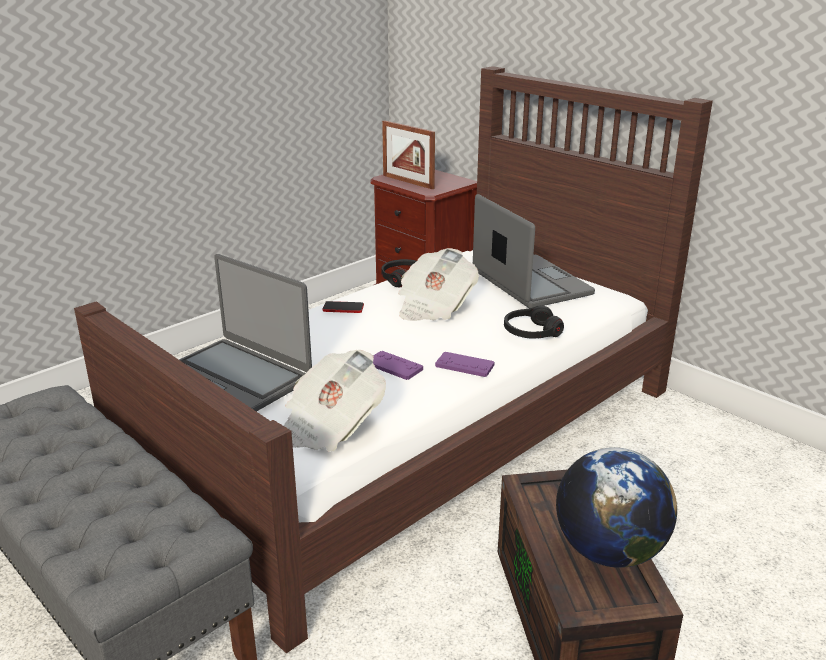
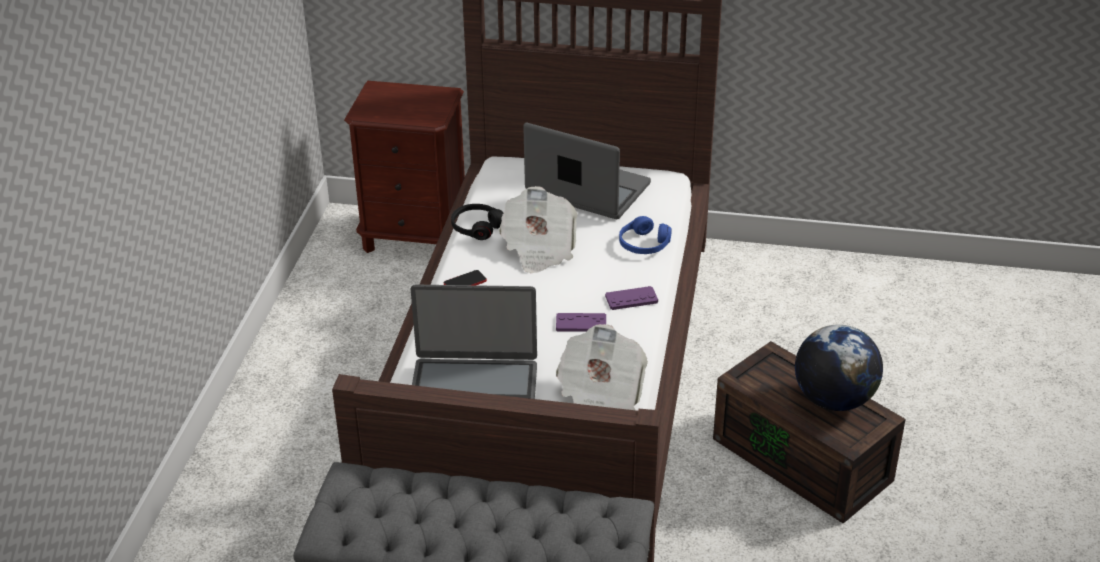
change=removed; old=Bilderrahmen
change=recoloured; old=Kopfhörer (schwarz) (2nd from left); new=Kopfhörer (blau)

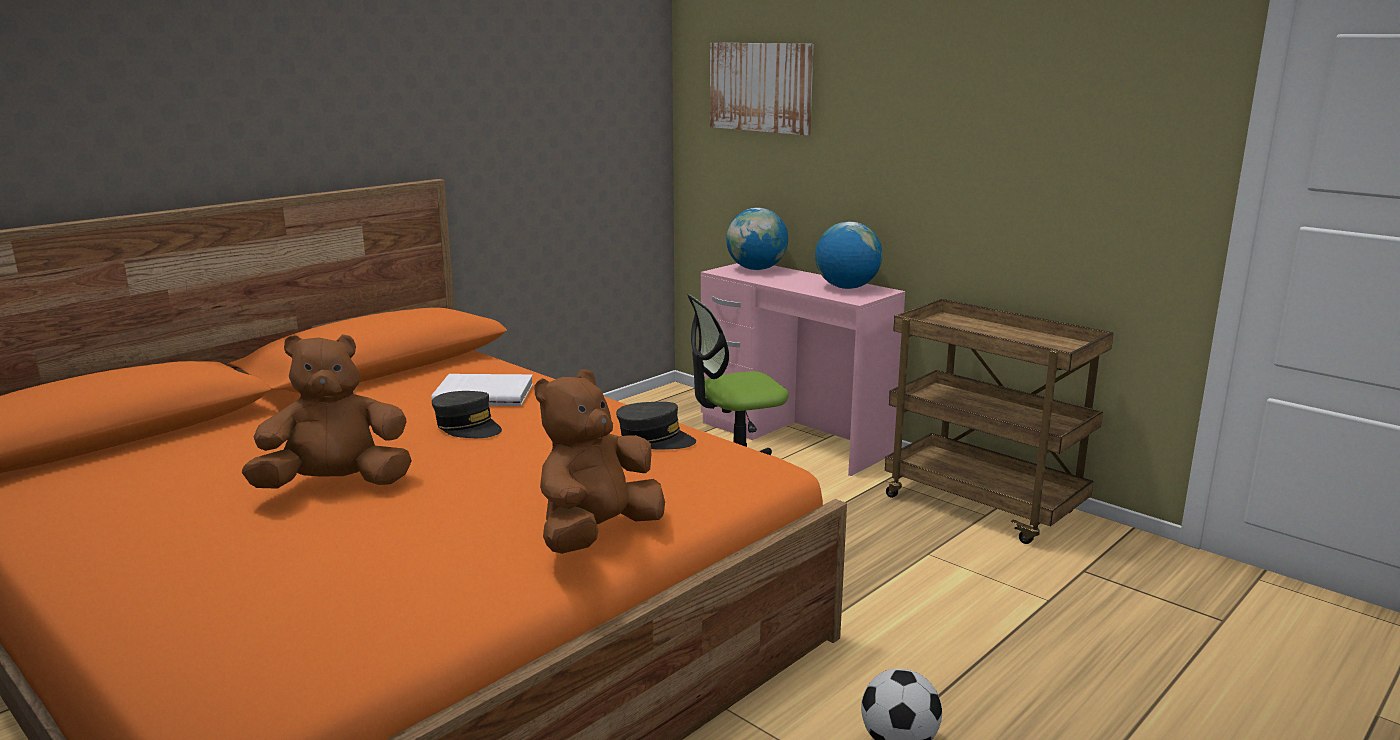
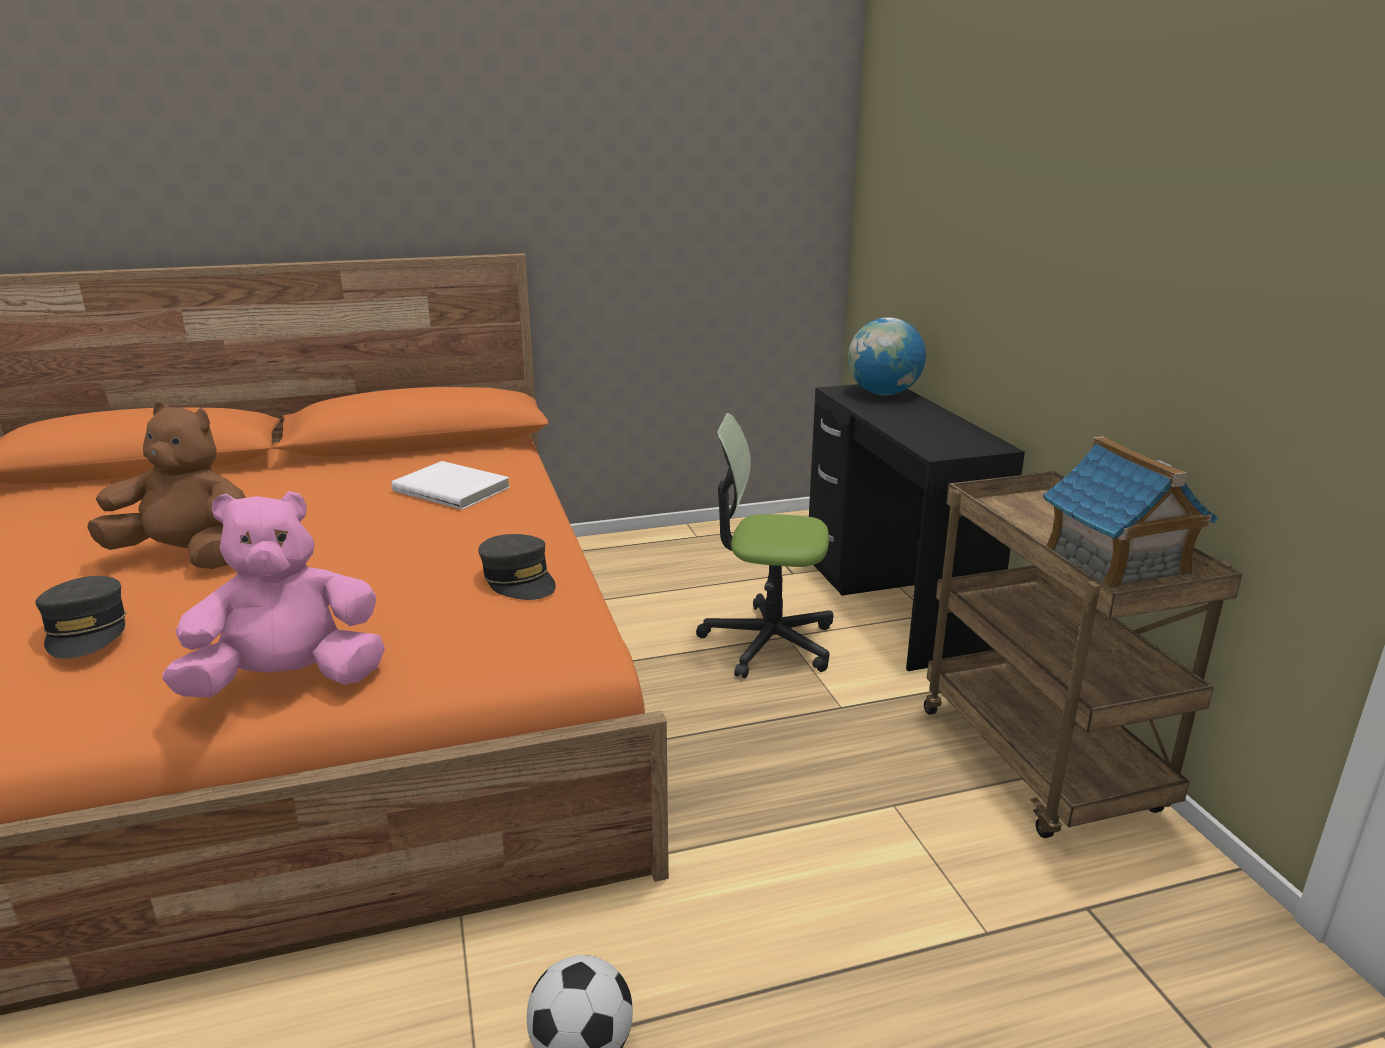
change=removed; old=Bild
change=removed; old=Globus (2nd from left)
change=recoloured; old=Schreibtisch (rosa); new=Schreibtisch (schwarz)
change=recoloured; old=Plüschtier (braun) (2nd from left); new=Plüschtier (rosa)
change=moved; old=Kappe (grau) (1st from left)
change=added; new=Spielzeughaus

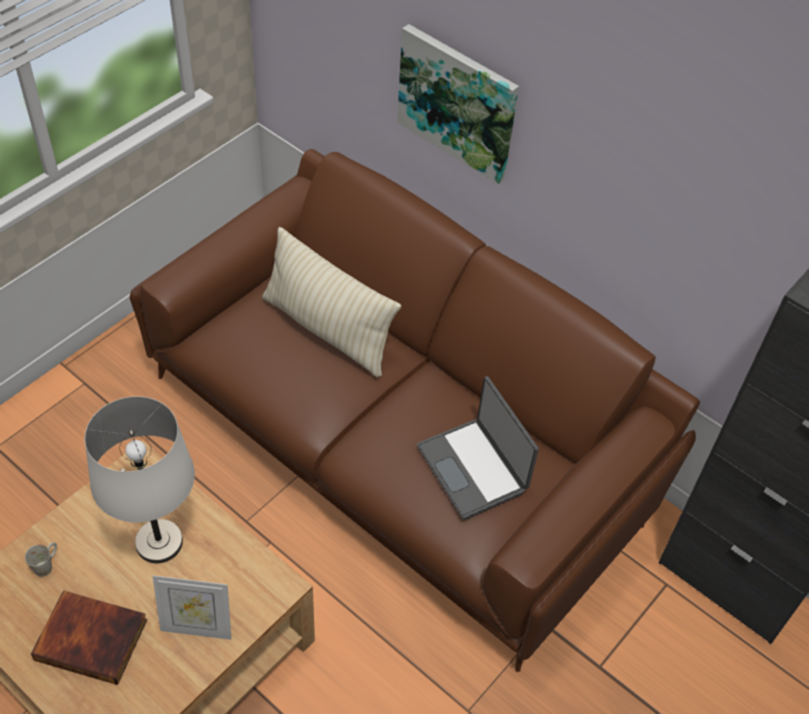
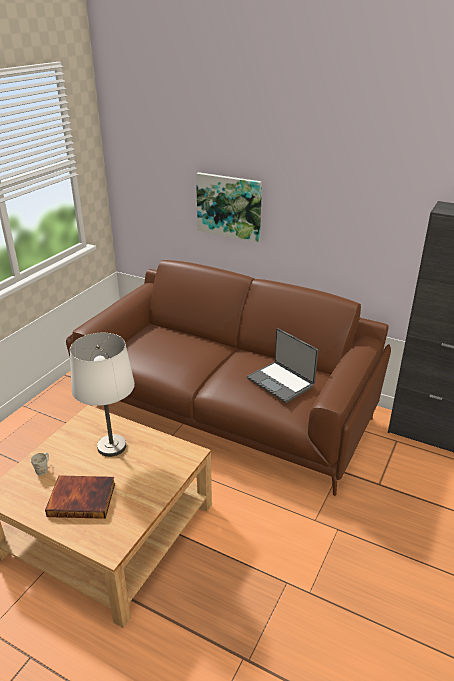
change=removed; old=Kissen (beige)
change=removed; old=Bilderrahmen

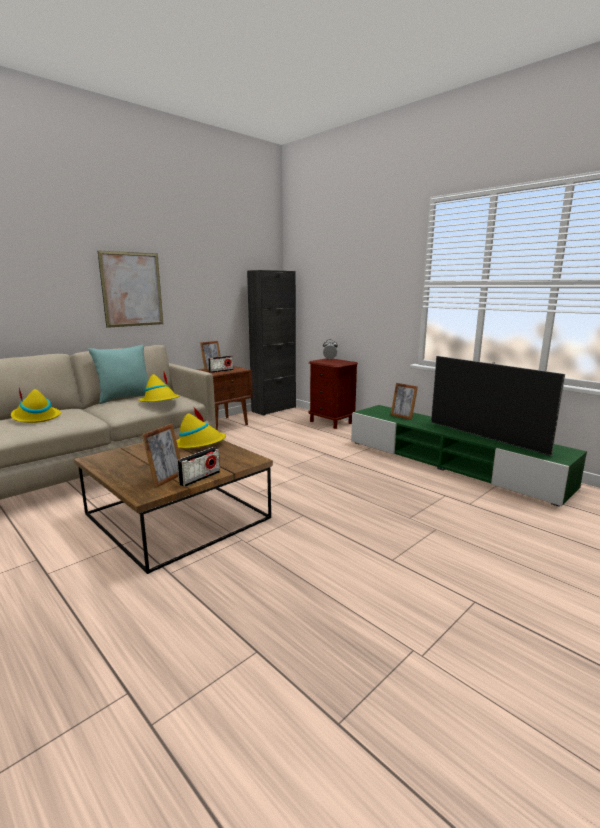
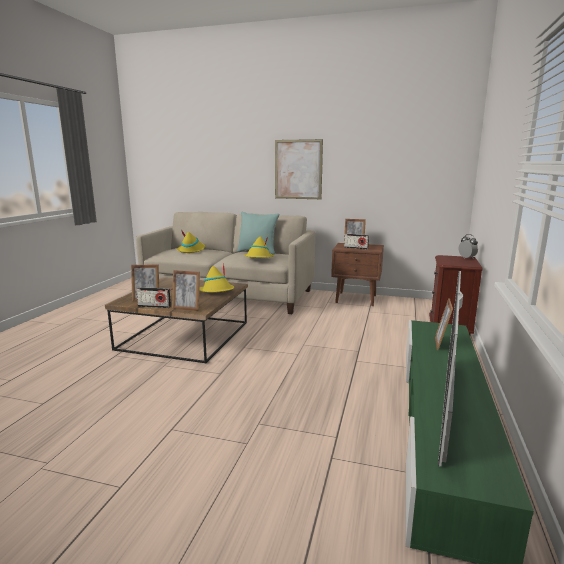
change=removed; old=Schrank (schwarz)
change=added; new=Bilderrahmen (2nd from left)

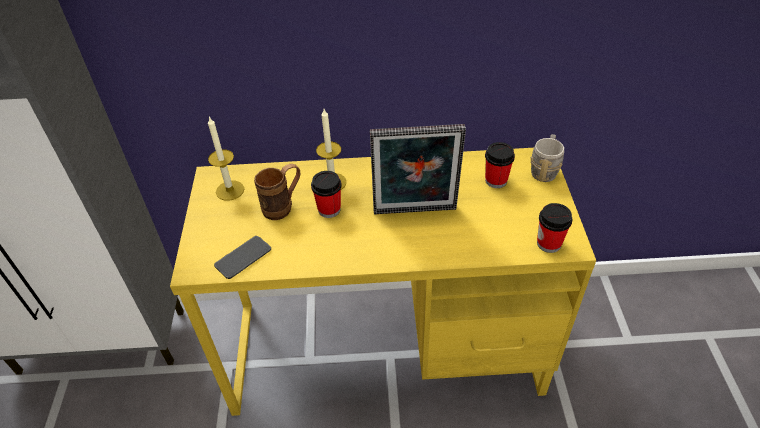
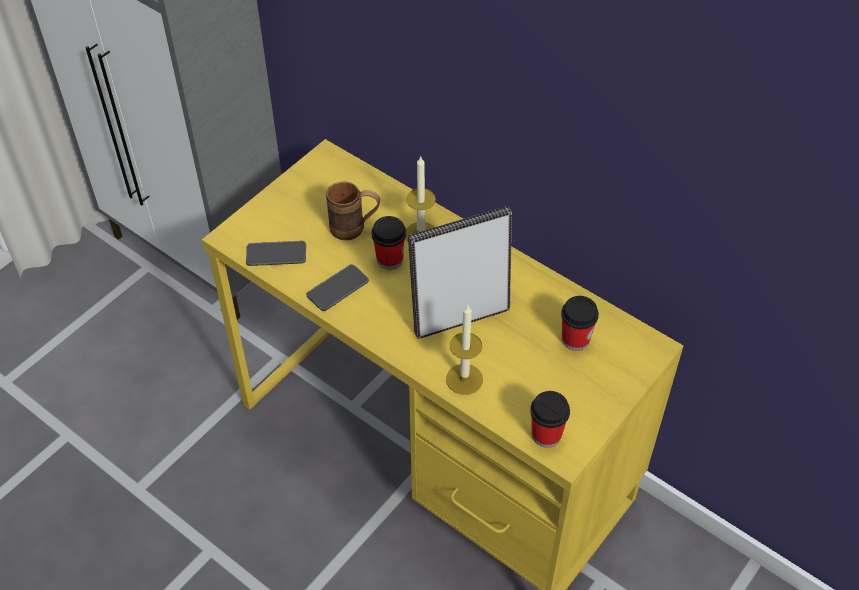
change=moved; old=Kerze (1st from left in the first image); new=Kerze (2nd from left)
change=turned; old=Bilderrahmen; degrees=120
change=removed; old=Henkelbecher (grau)
change=added; new=Handy (2nd from left)

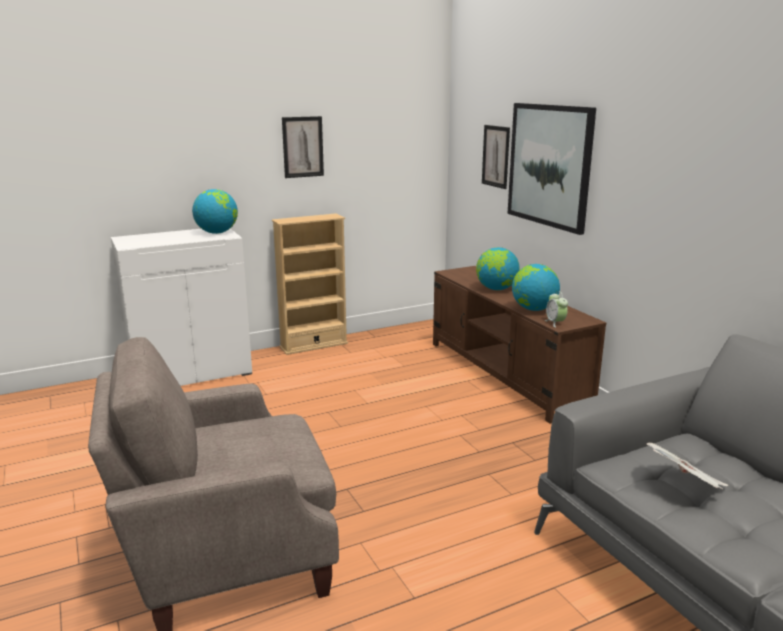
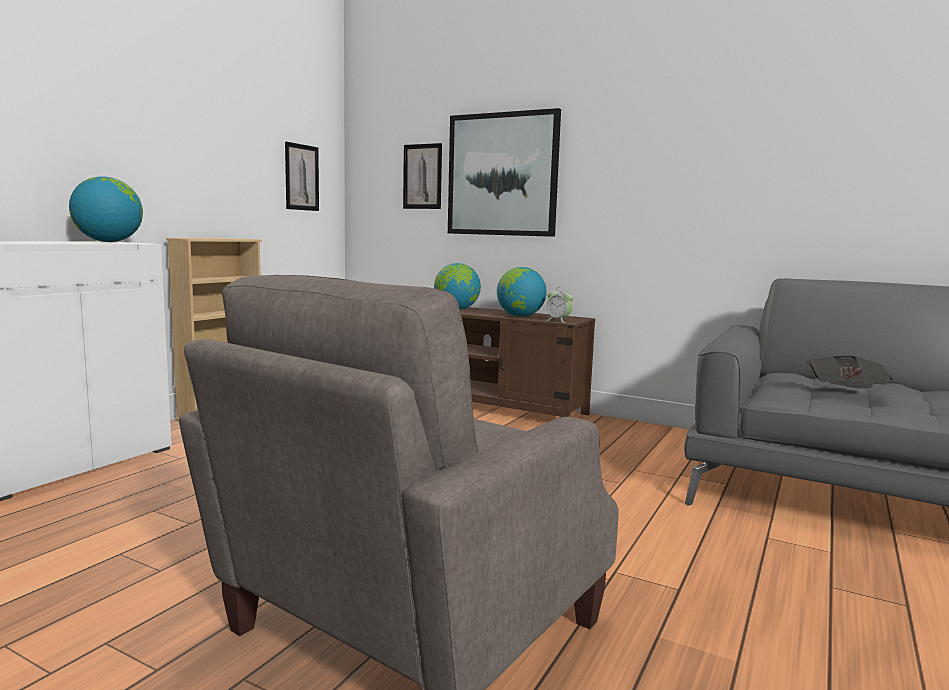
change=moved; old=Bild (1st from left)

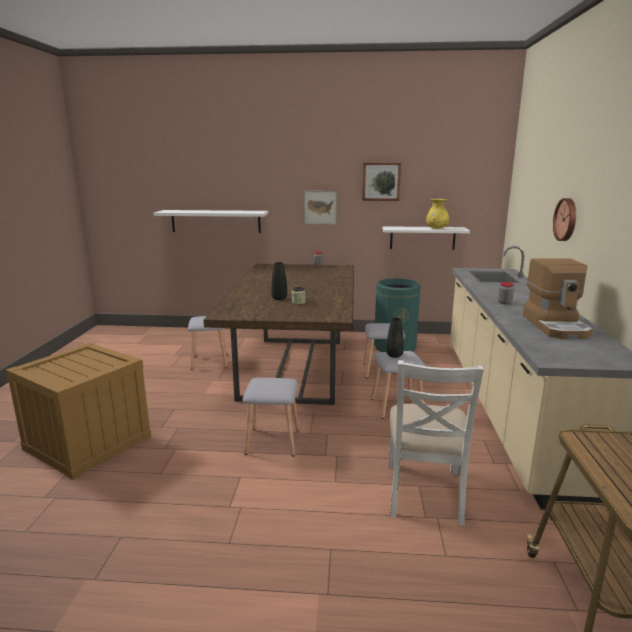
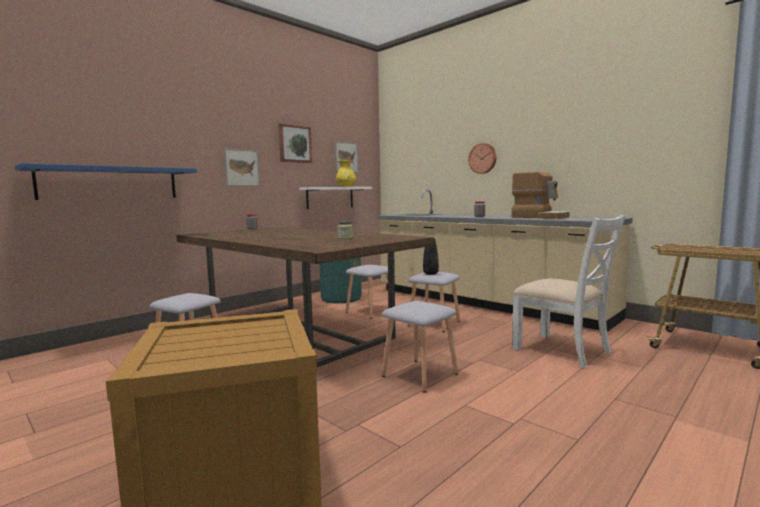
change=recoloured; old=Wandregal (weiß) (1st from left); new=Wandregal (blau)
change=removed; old=Vase (schwarz) (1st from left)
change=added; new=Bild (3rd from left)

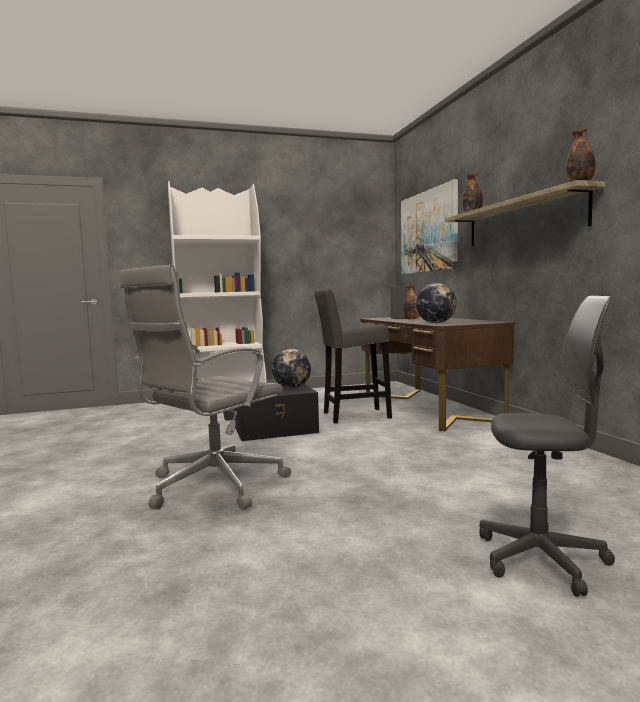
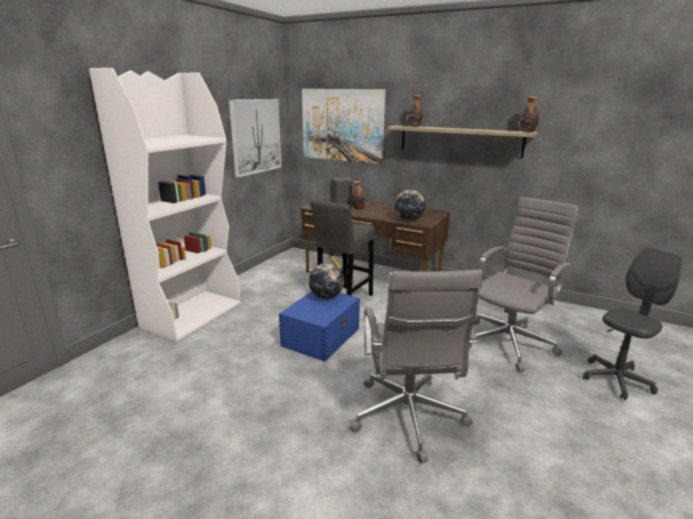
change=recoloured; old=Aufbewahrungsbox (schwarz); new=Aufbewahrungsbox (blau)
change=added; new=Bild (1st from left)
change=added; new=Bürostuhl (grau) (2nd from left)

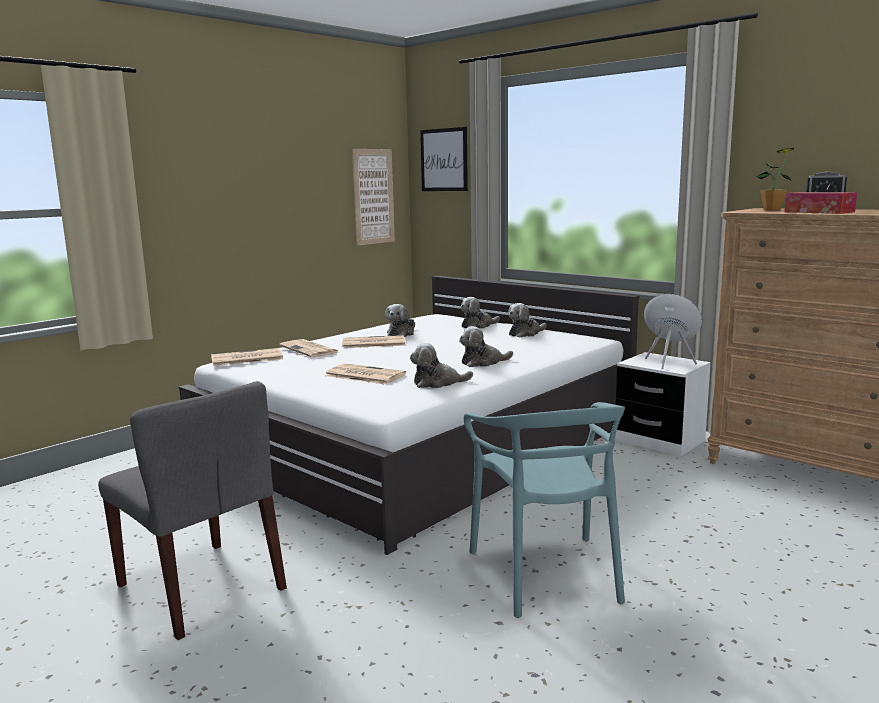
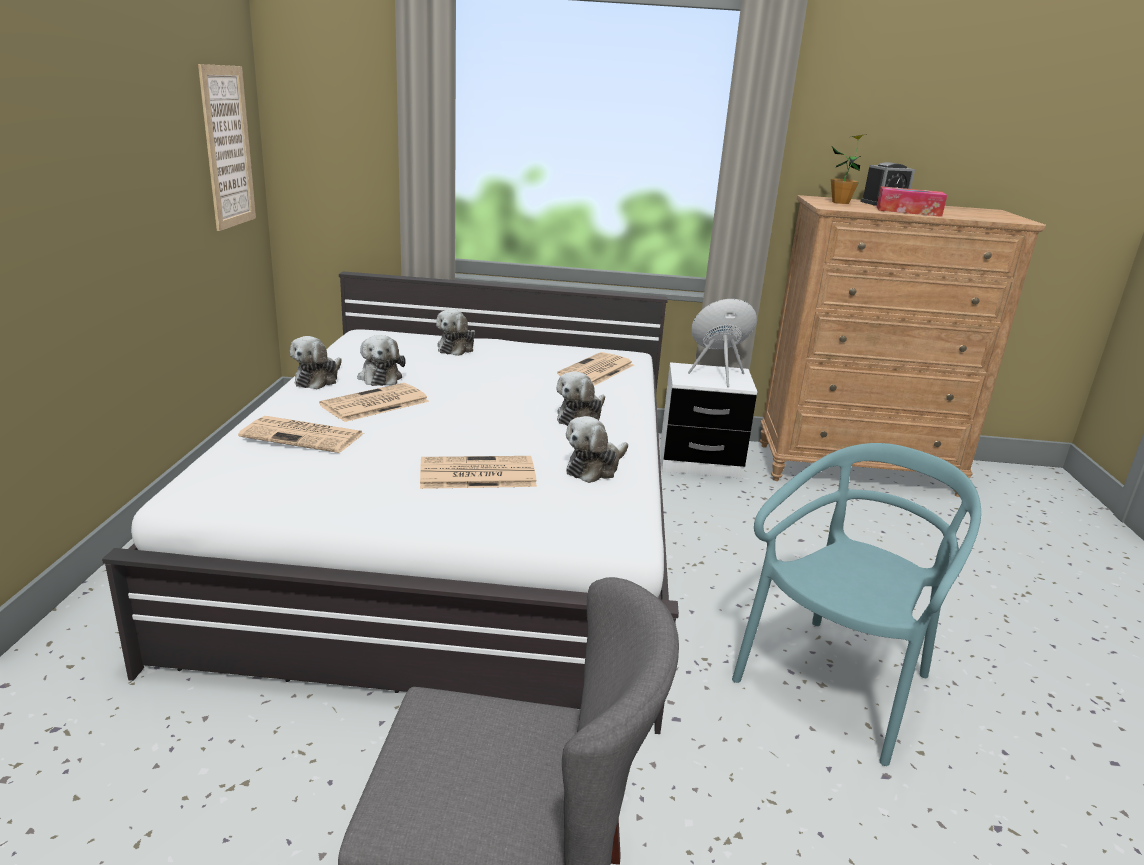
change=removed; old=Bild (2nd from left)
change=moved; old=Plüschtier (5th from left in the first image); new=Plüschtier (1st from left)
change=moved; old=Zeitung (1st from left in the first image); new=Zeitung (4th from left)
change=turned; old=Stuhl (türkis); degrees=-90

